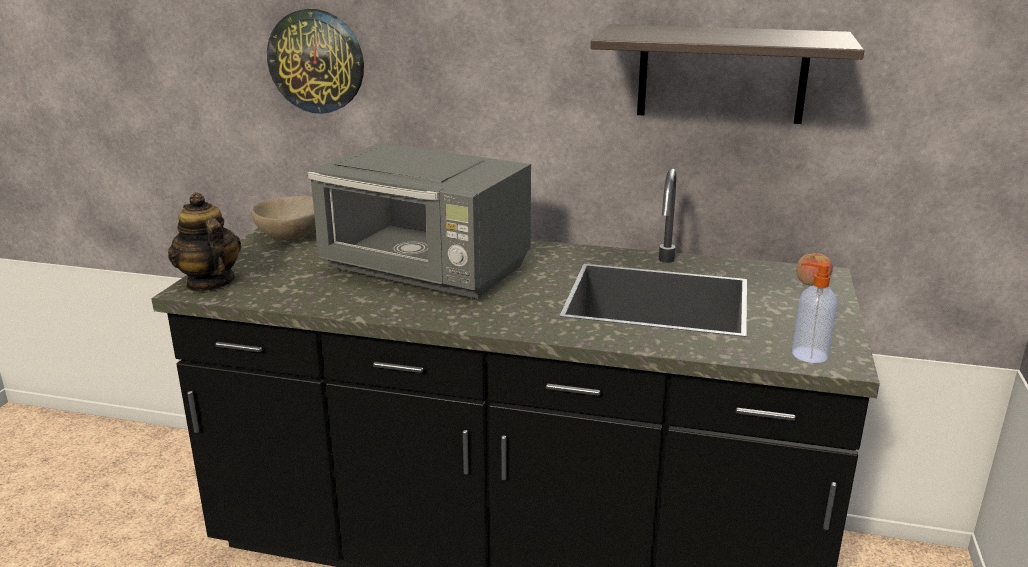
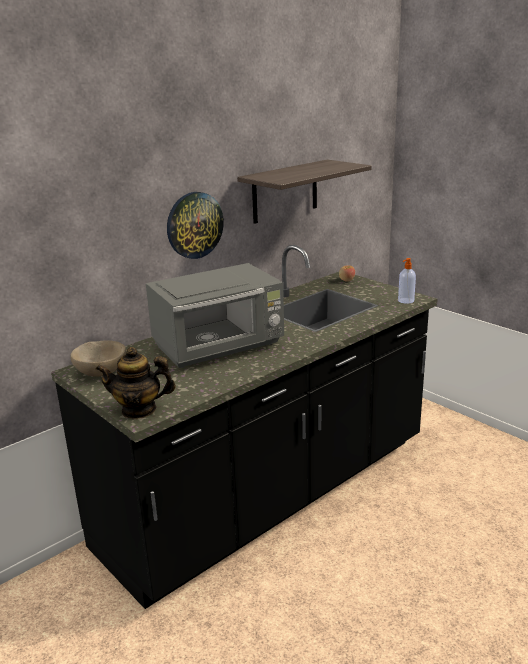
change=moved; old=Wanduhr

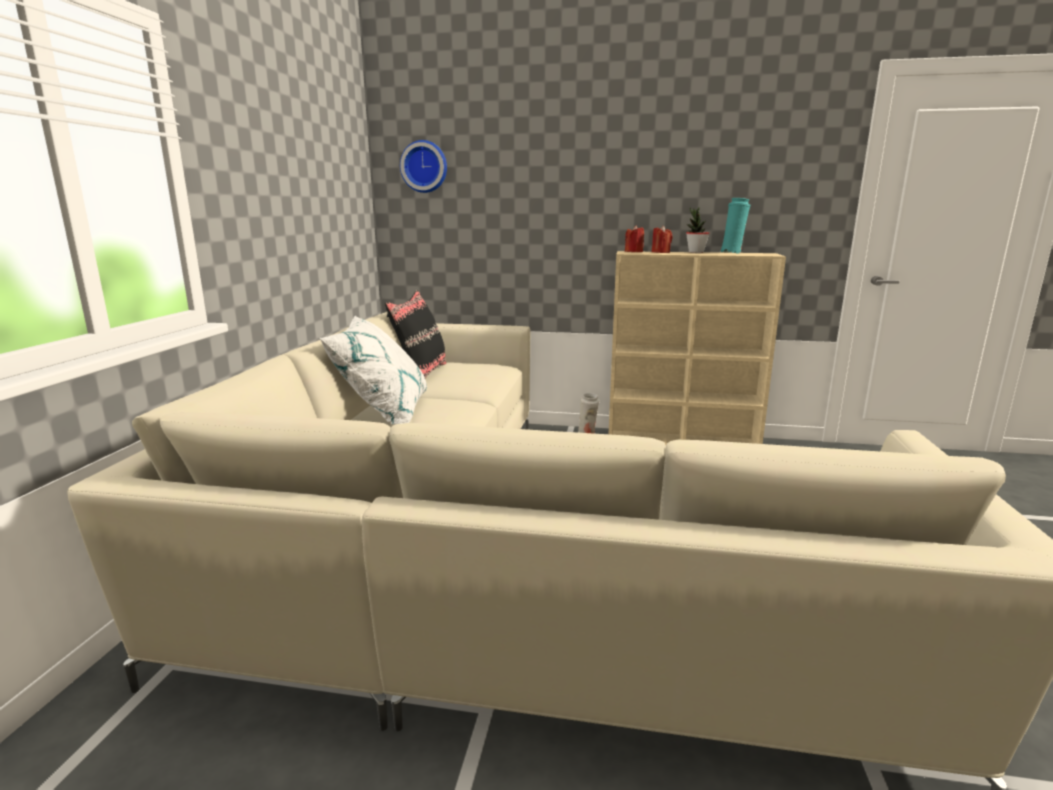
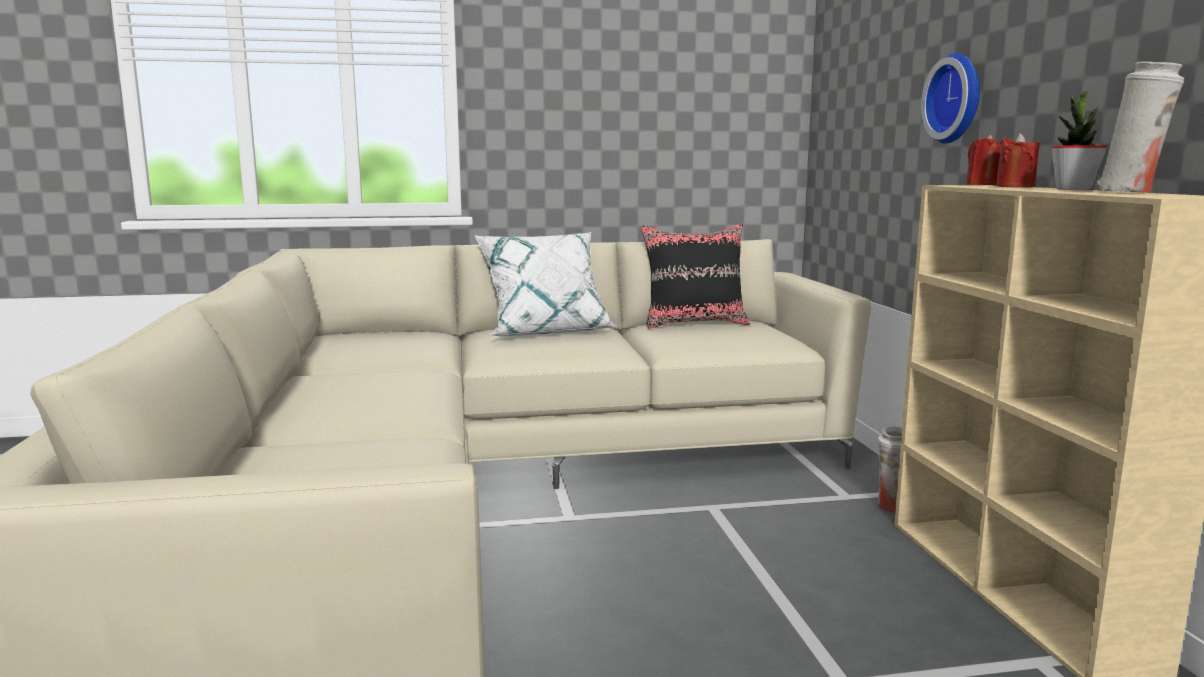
change=moved; old=Wanduhr
change=recoloured; old=Vase (türkis); new=Vase (weiß) (2nd from left)

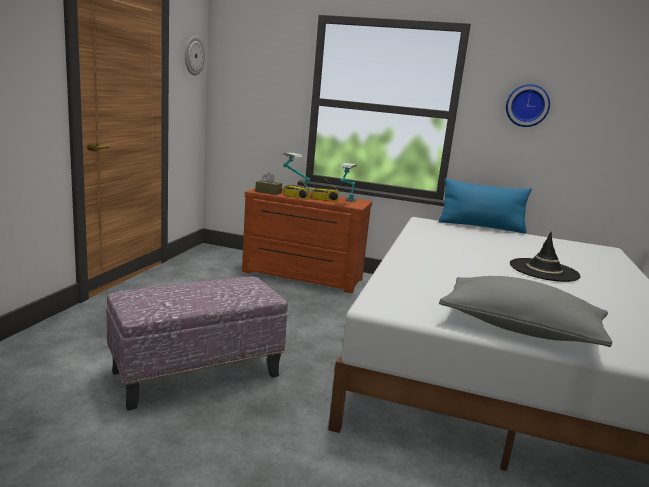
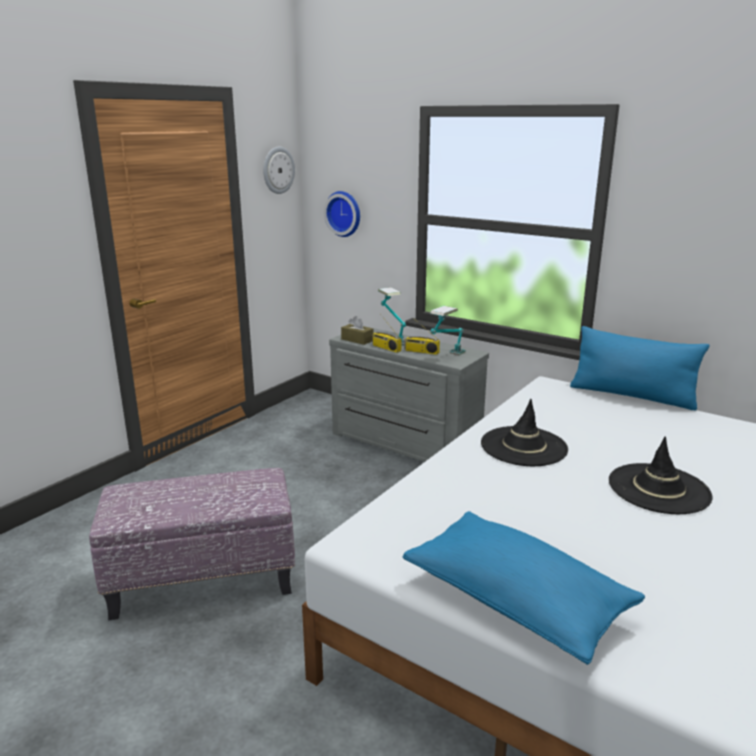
change=moved; old=Wanduhr (2nd from left)
change=recoloured; old=Kommode (braun); new=Kommode (grau)
change=recoloured; old=Kissen (grau); new=Kissen (blau) (1st from left)
change=added; new=Hut (schwarz) (1st from left)

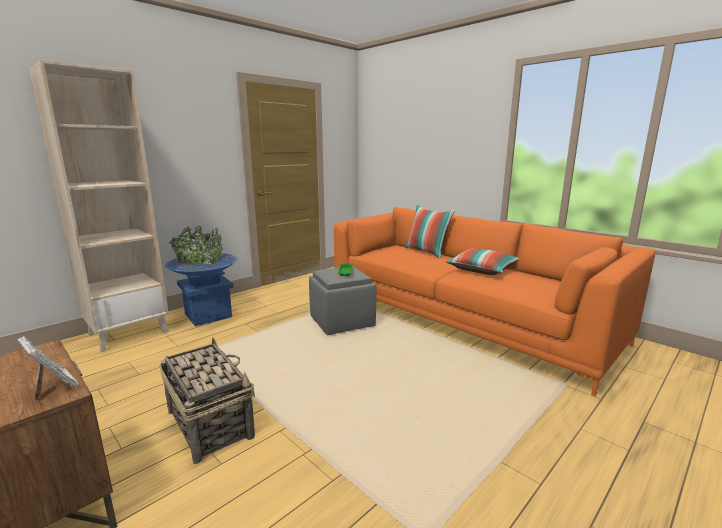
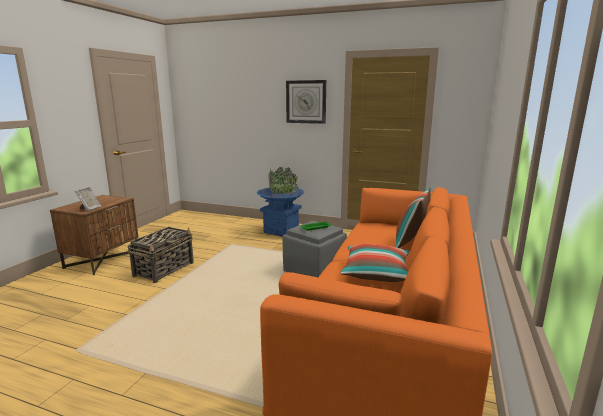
change=removed; old=Bücherregal (beige)
change=added; new=Wanduhr

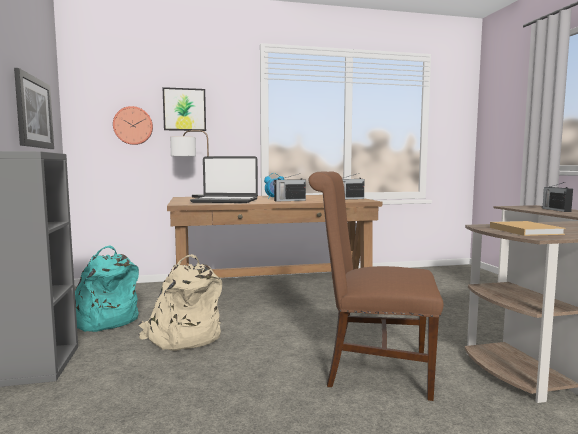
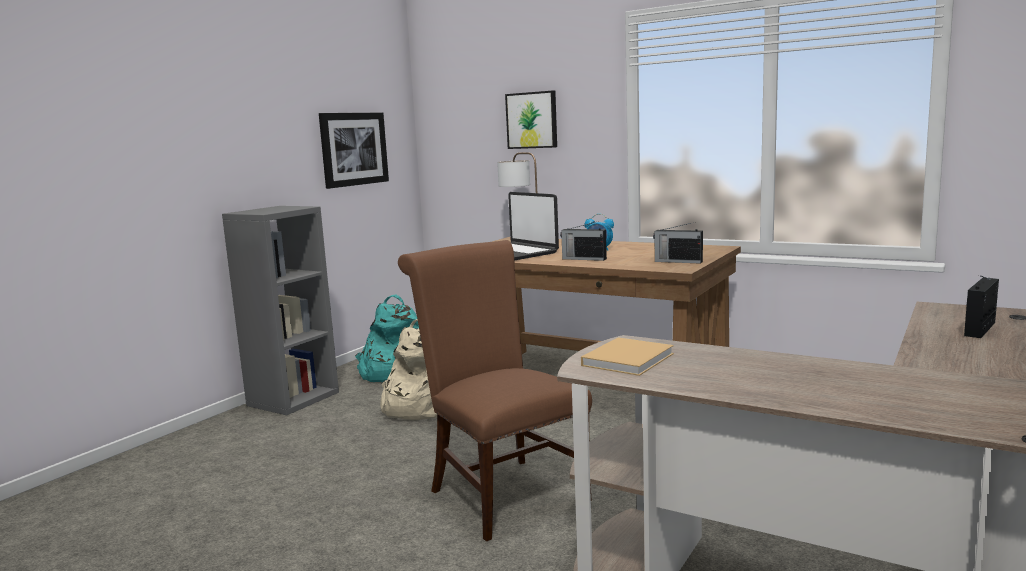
change=removed; old=Wanduhr

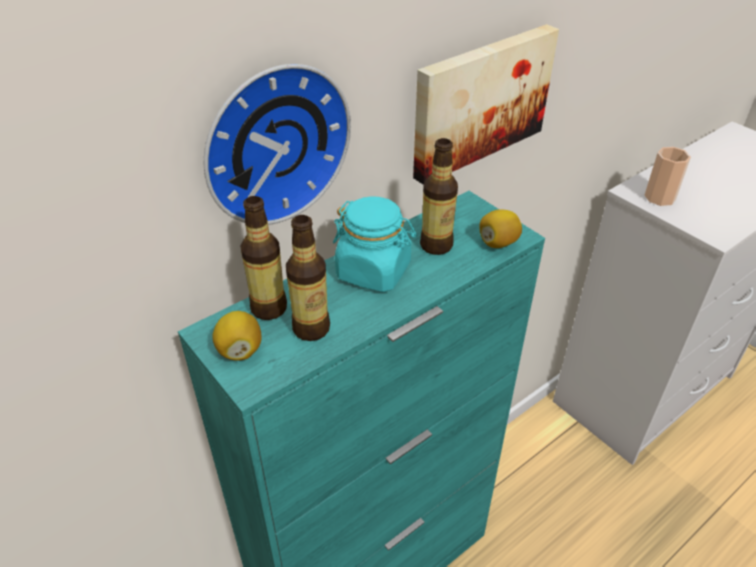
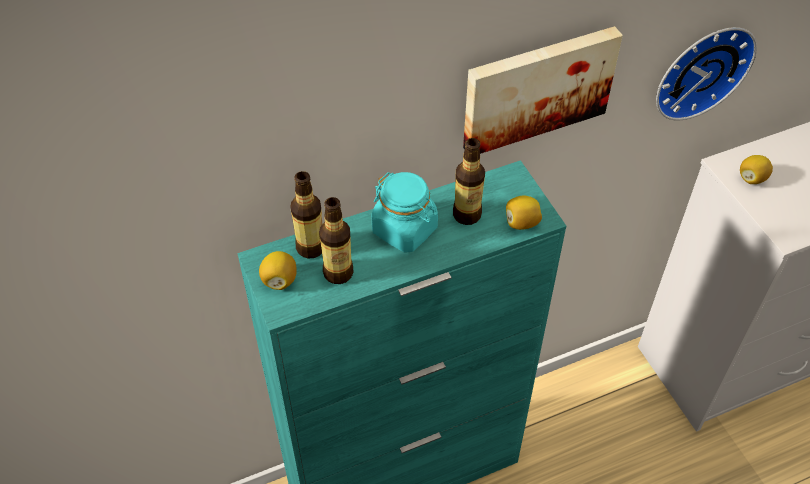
change=moved; old=Wanduhr
change=replaced; old=Tasse; new=Zitrone (3rd from left)

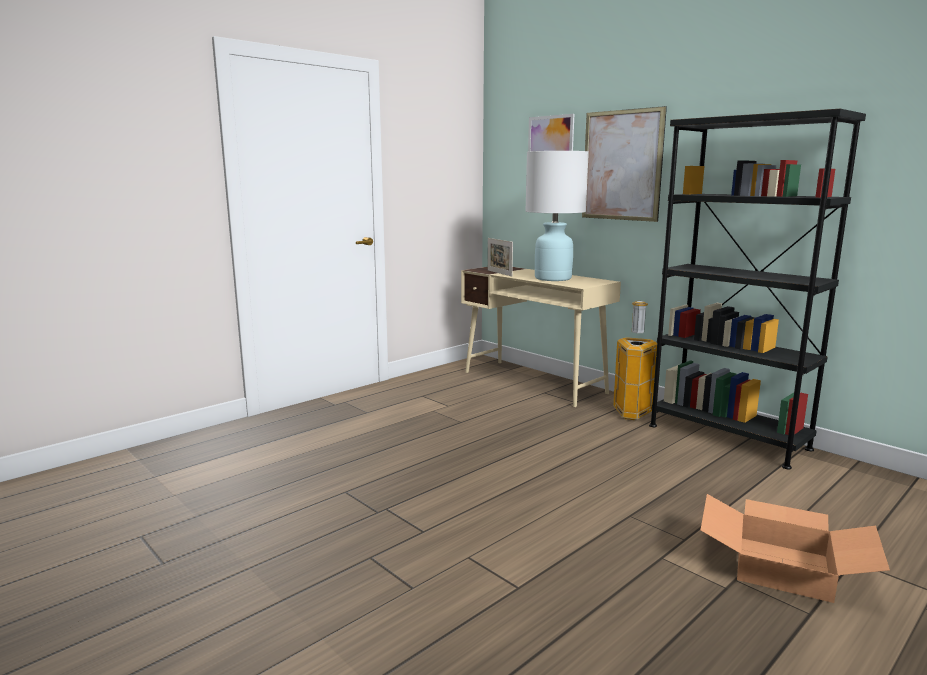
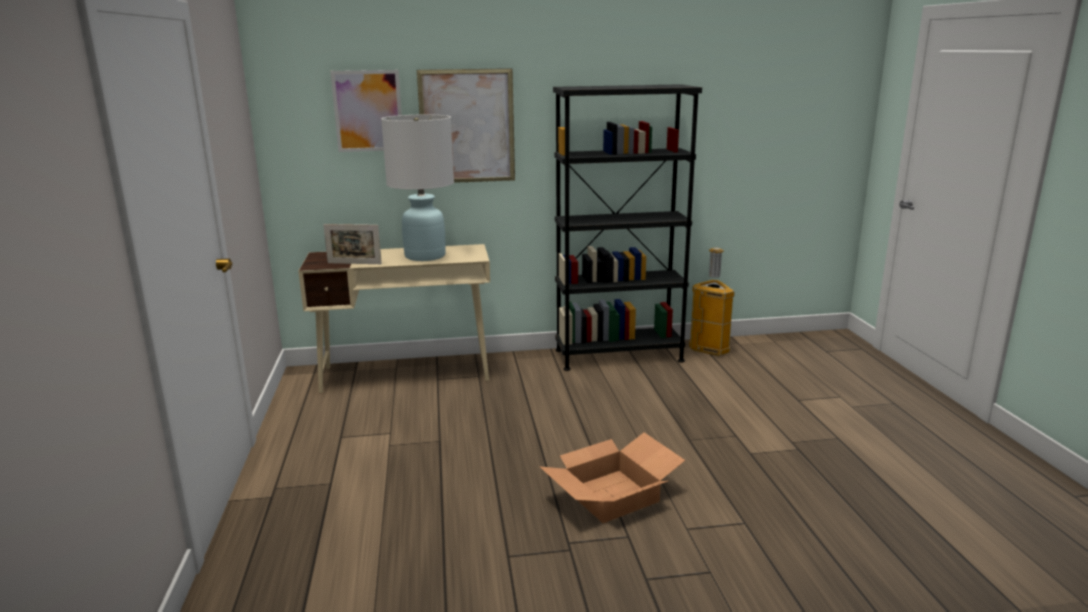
change=moved; old=Mülleimer
change=moved; old=Karton

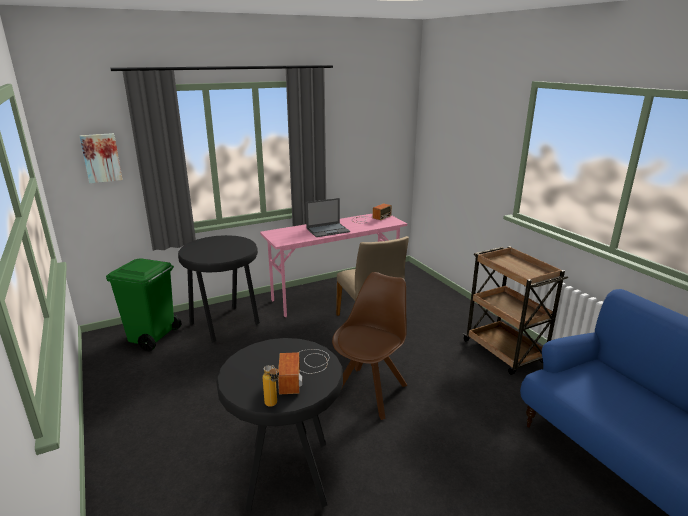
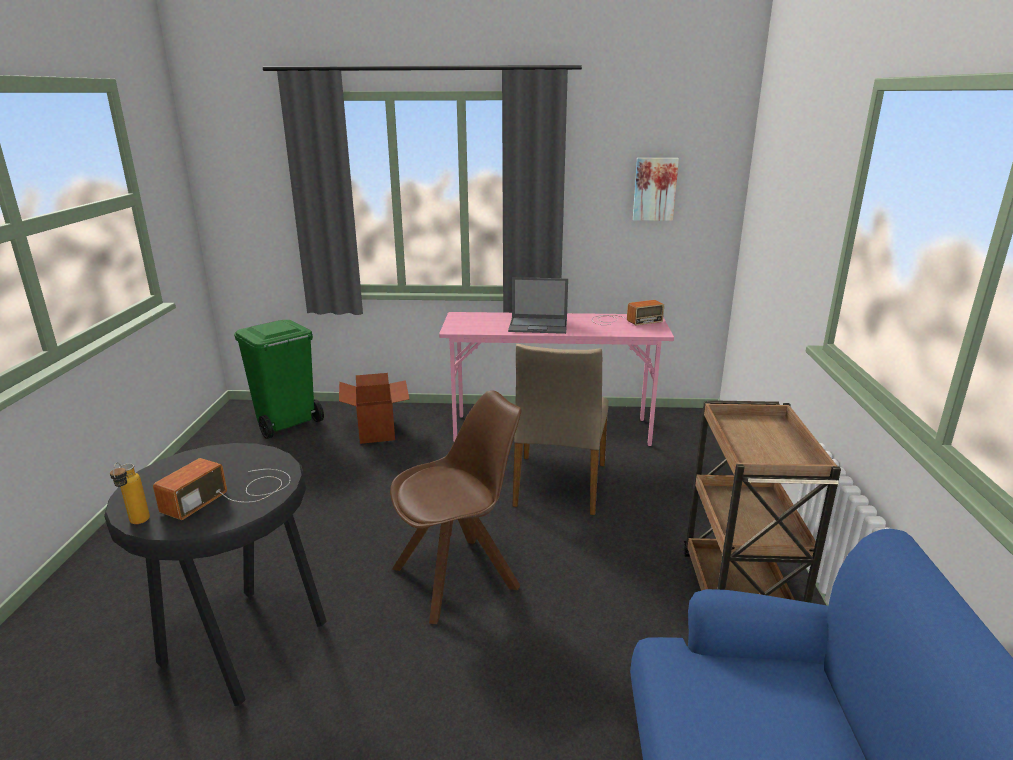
change=moved; old=Bild
change=replaced; old=Hocker (schwarz) (1st from left); new=Karton

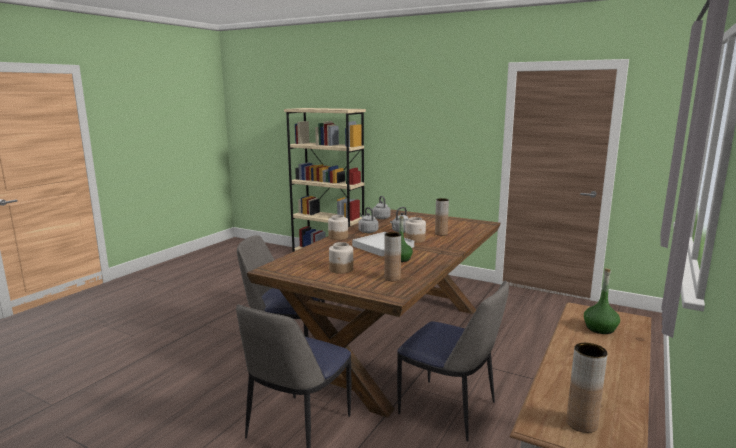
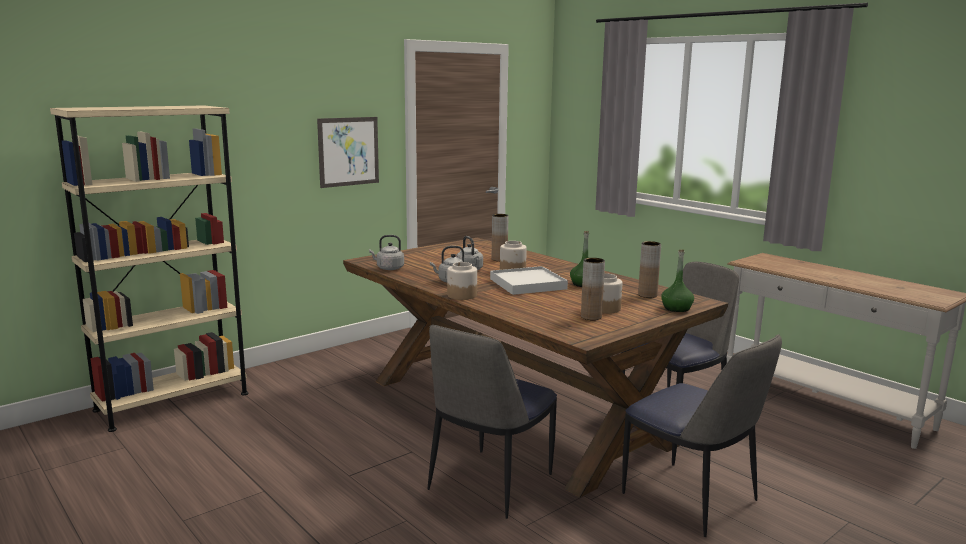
change=moved; old=Flasche (grün) (2nd from left)
change=moved; old=Vase (braun) (3rd from left in the first image); new=Vase (braun) (2nd from left)
change=added; new=Bild

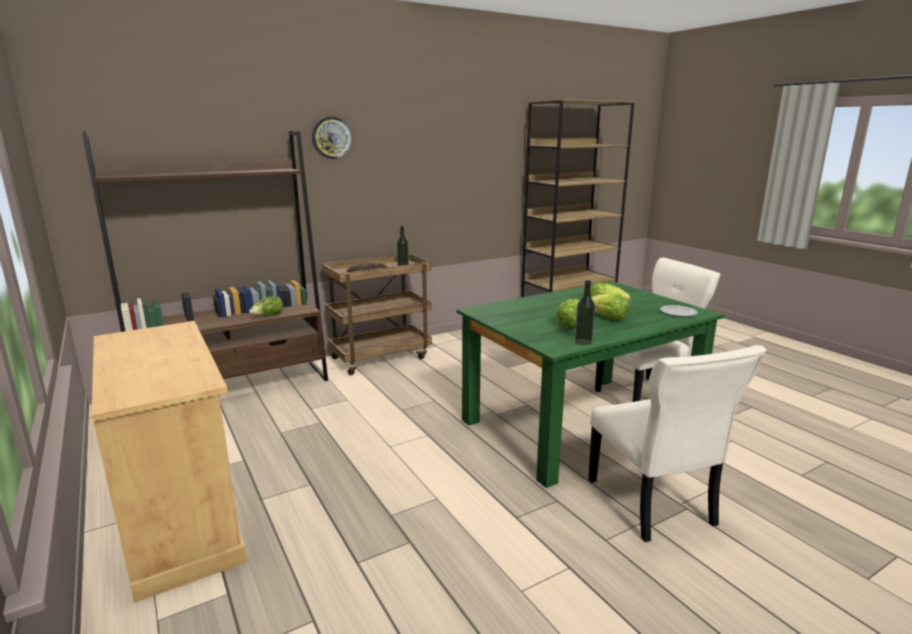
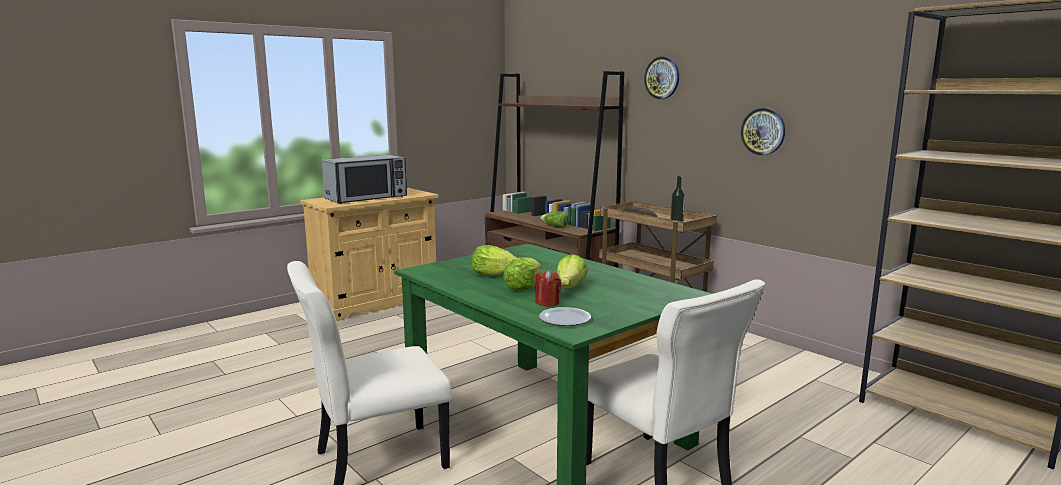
change=removed; old=Flasche (2nd from left)
change=added; new=Wanduhr (2nd from left)
change=added; new=Mikrowelle
change=added; new=Kerze (rot)

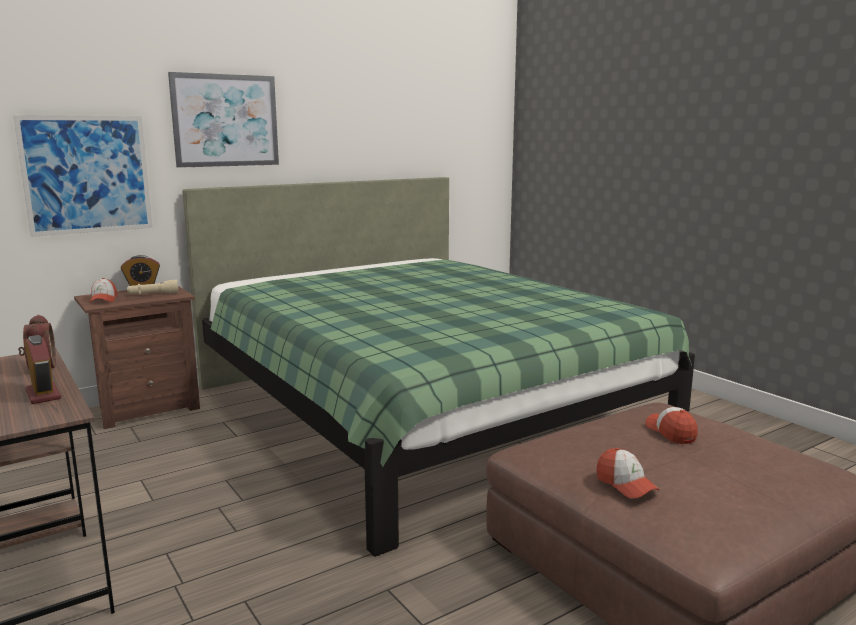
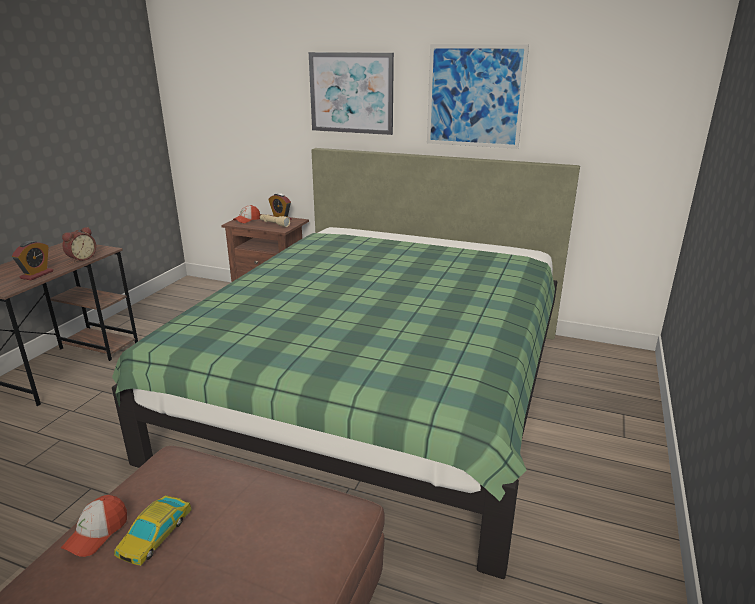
change=moved; old=Bild (1st from left in the first image); new=Bild (2nd from left)
change=removed; old=Kappe (3rd from left)
change=added; new=Spielzeugauto

